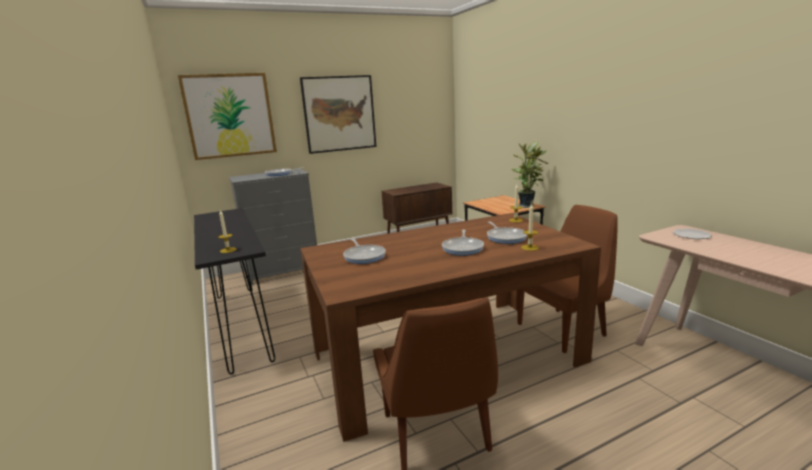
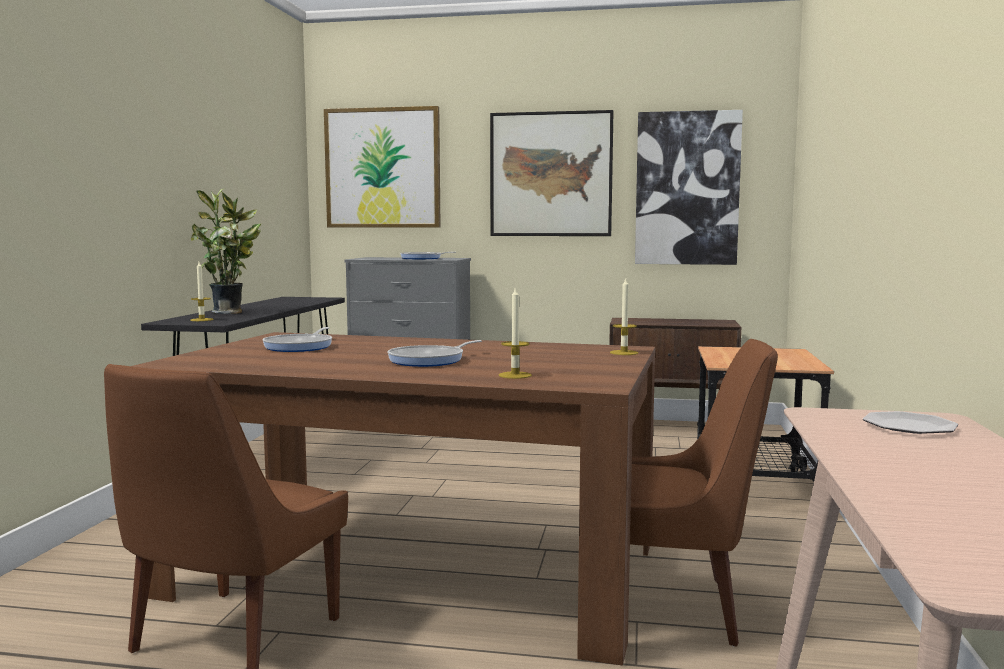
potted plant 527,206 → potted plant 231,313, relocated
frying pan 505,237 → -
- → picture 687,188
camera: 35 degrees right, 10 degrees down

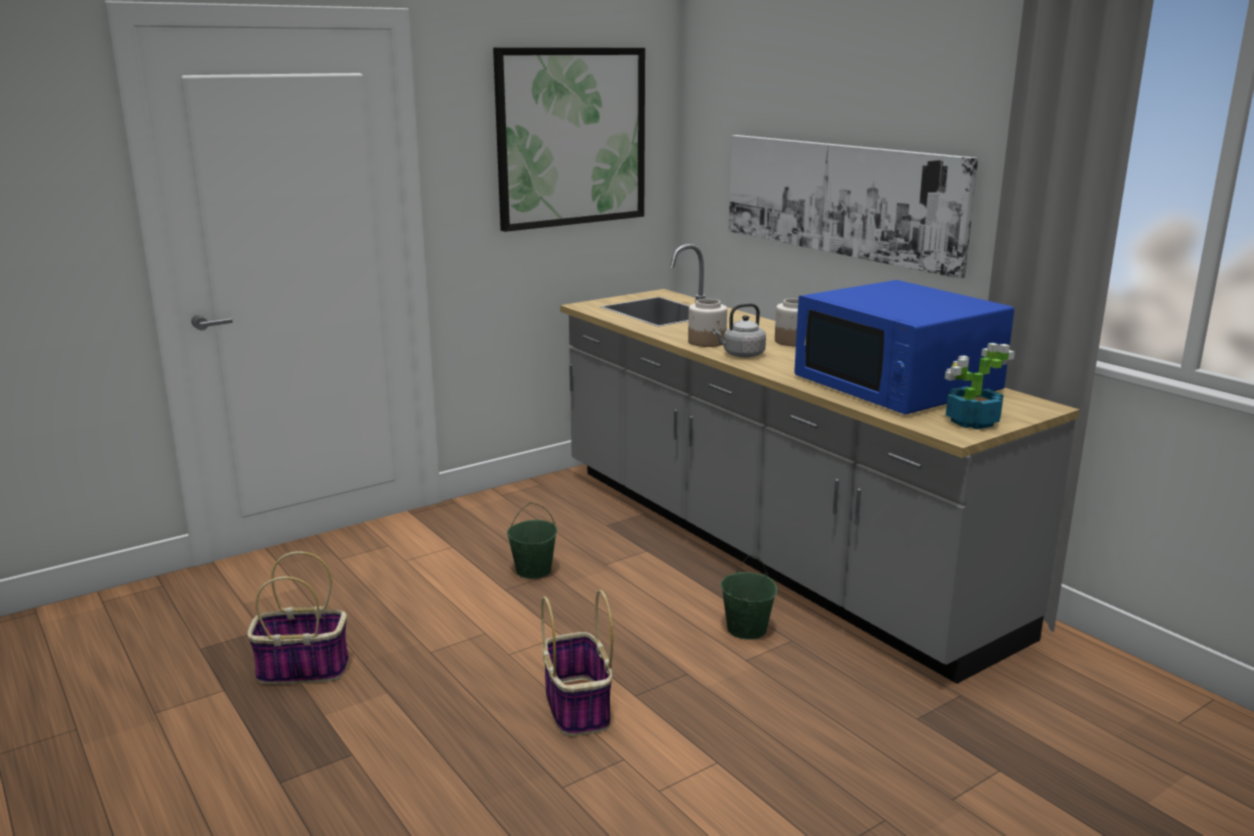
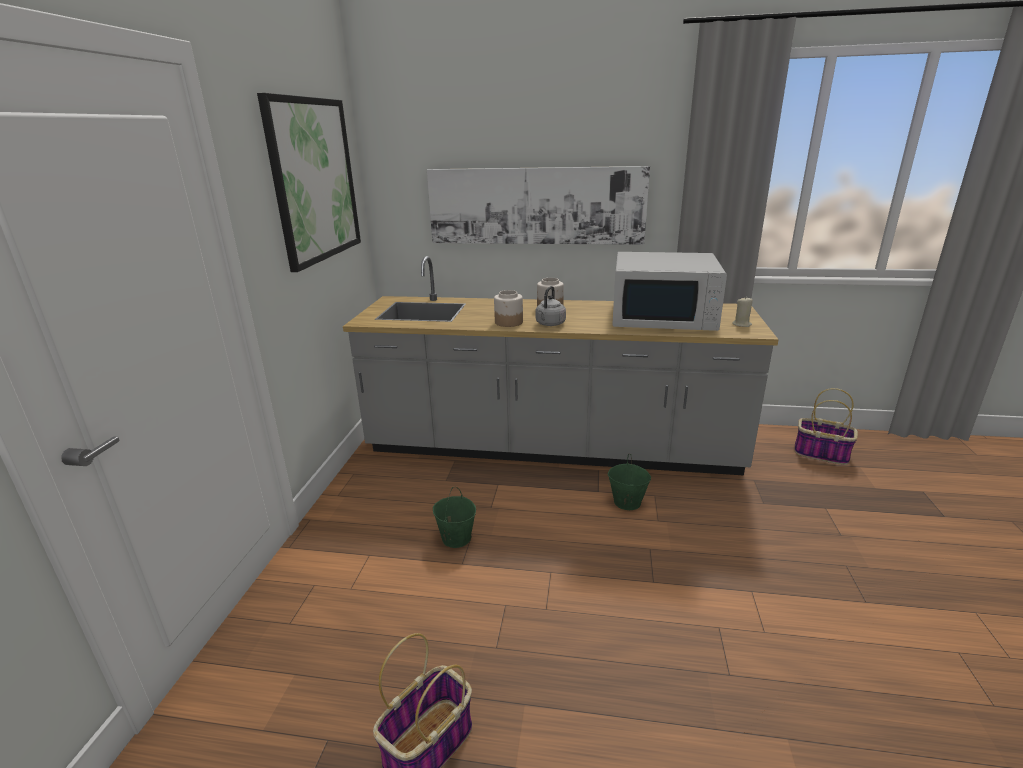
blue microwave 897,385 → white microwave 663,316
potted plant 971,422 → beige candle 741,324
basket 576,706 → basket 820,454, relocated
camera: 45 degrees left, 5 degrees up

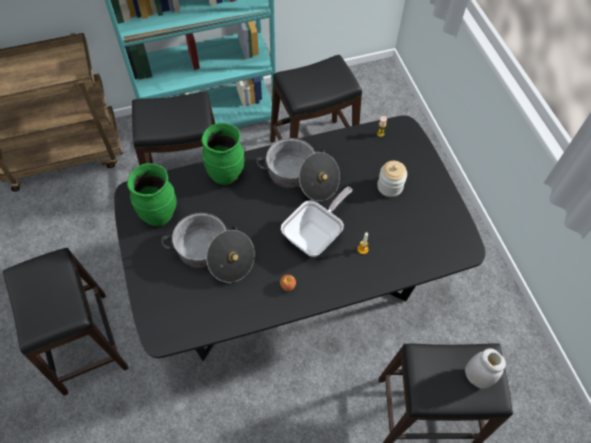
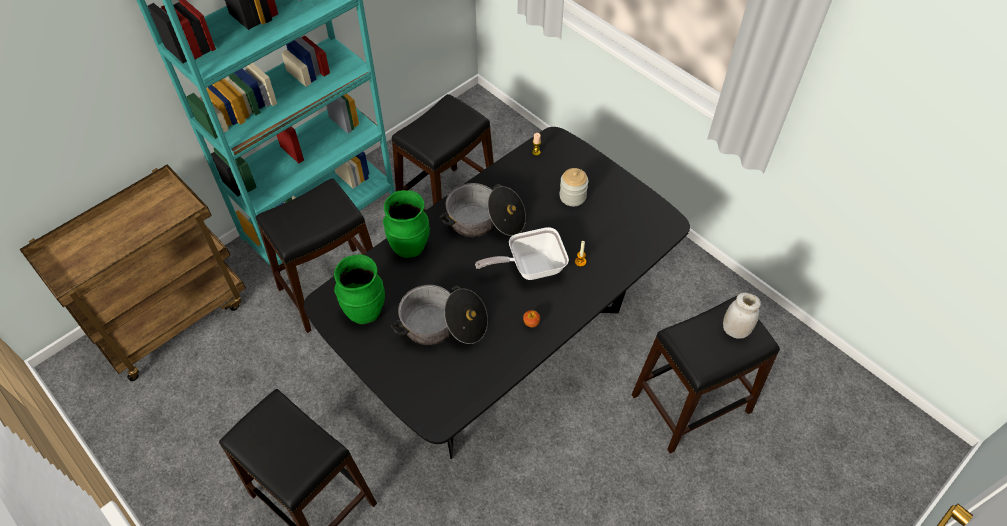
frying pan 316,235 → frying pan 530,267, 120 degrees counterclockwise
camera: 25 degrees left, 5 degrees down

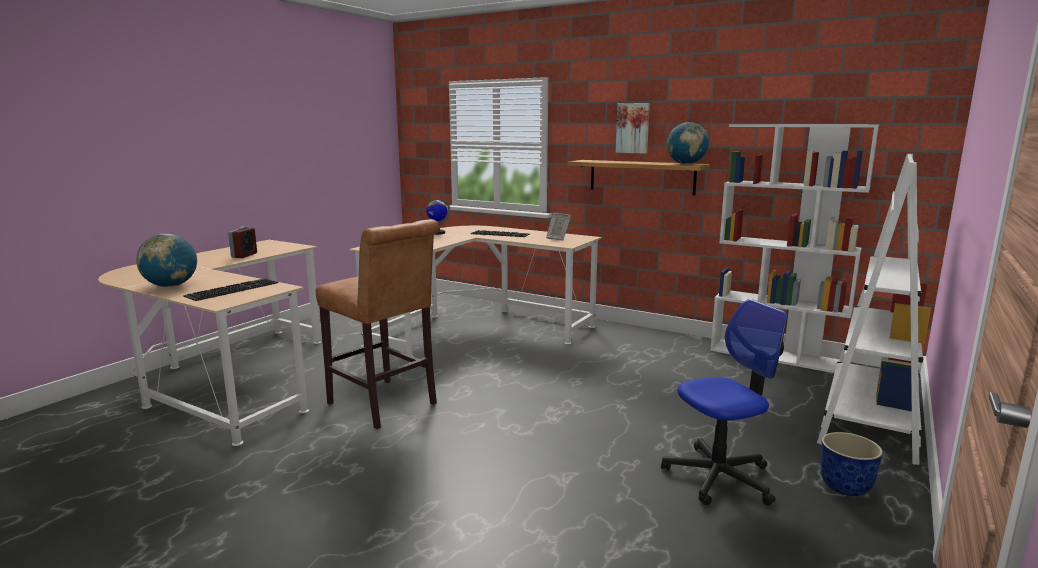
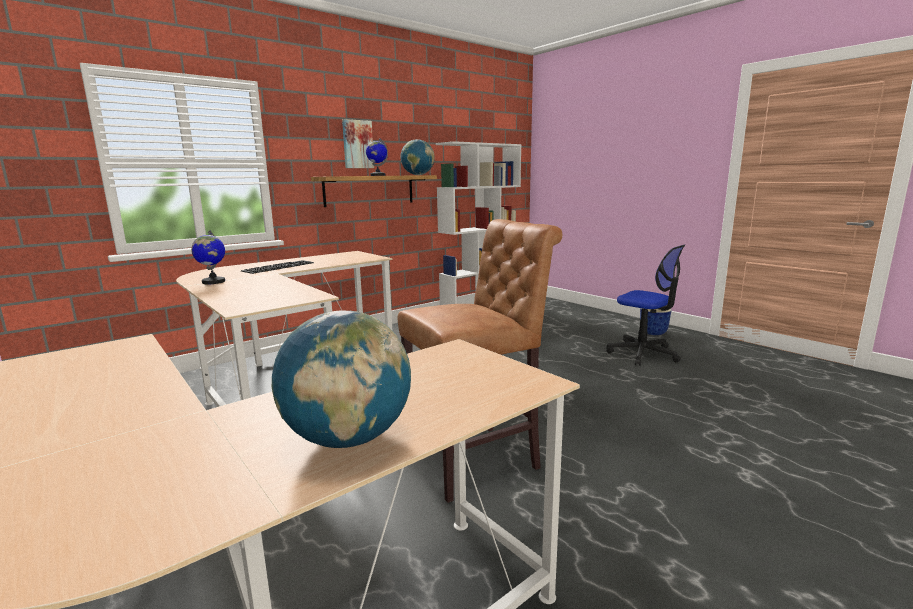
white bookcase 869,419 → -
picture frame 557,238 → -
alarm clock 244,255 → -
keyboard 232,289 → -
office chair 719,477 → office chair 643,353, 135 degrees clockwise
- → globe 377,175
camera: 70 degrees left, 0 degrees up

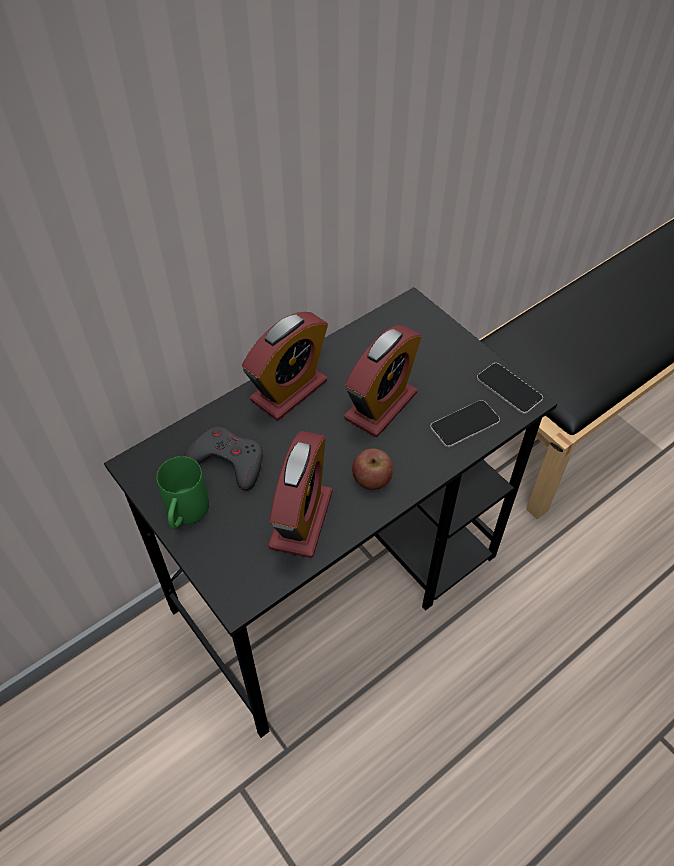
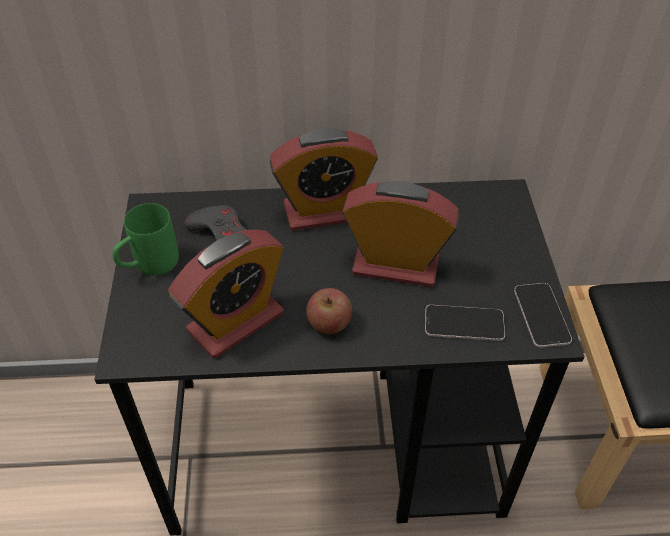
alarm clock 380,406 → alarm clock 395,265, 150 degrees counterclockwise
camera: 35 degrees right, 5 degrees down

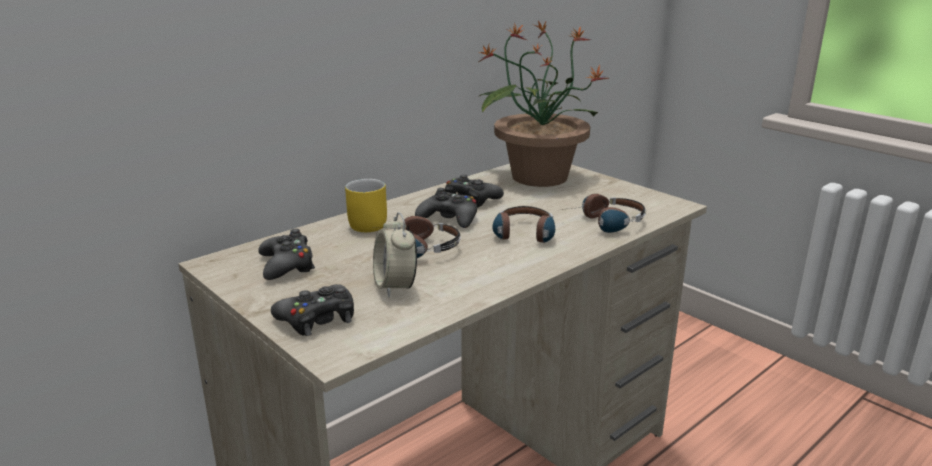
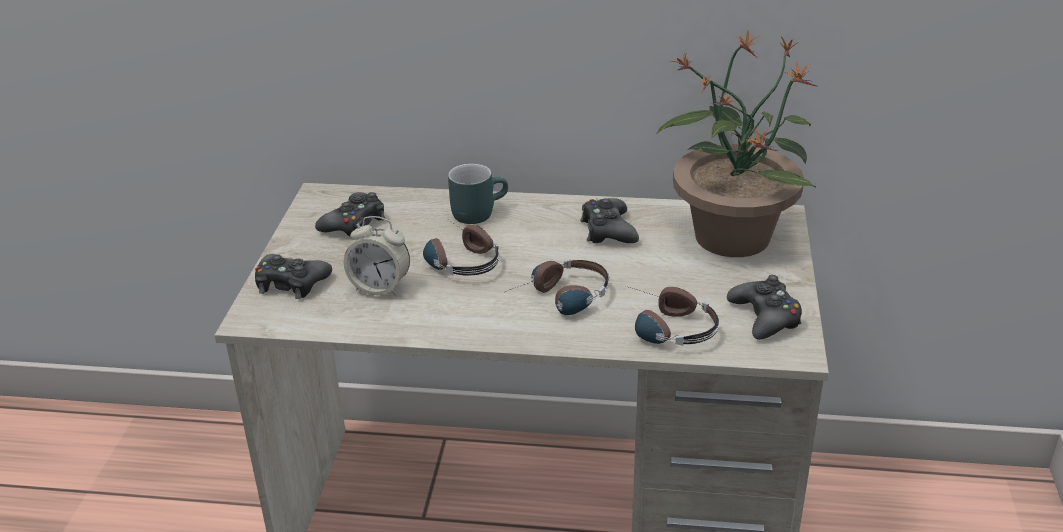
yellow mug 367,223 → turquoise mug 477,212
black game controller 449,218 → black game controller 765,317, relocated
alarm clock 395,287 → alarm clock 380,287, 105 degrees counterclockwise
camera: 50 degrees right, 10 degrees up

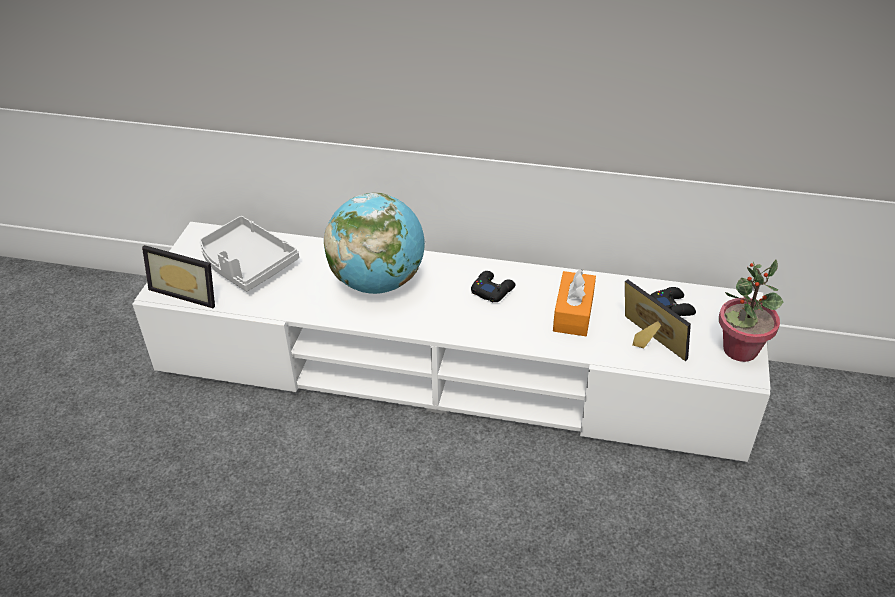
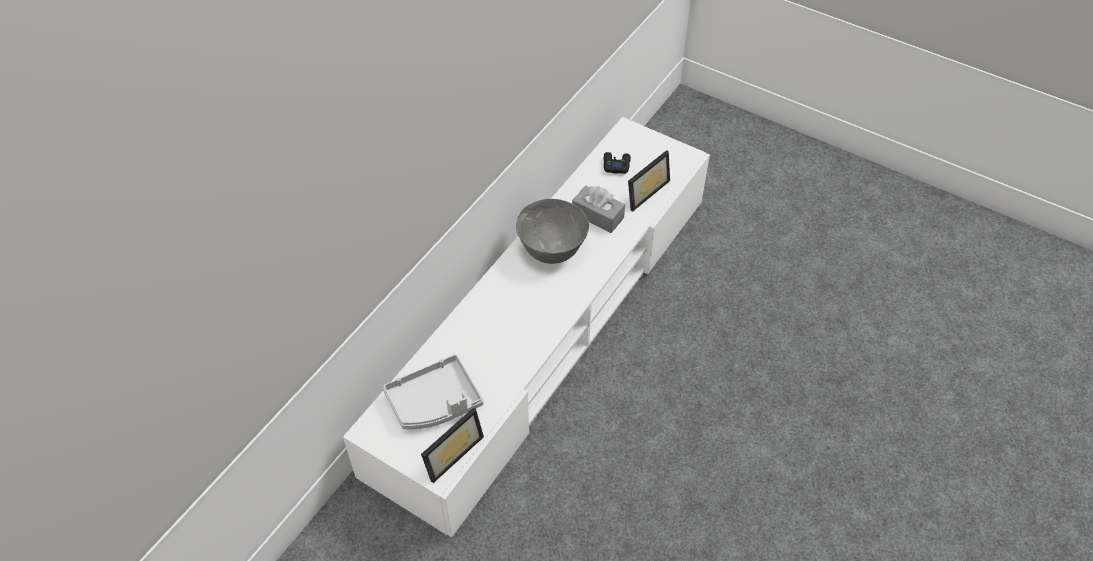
globe 378,282 → -
potted plant 739,349 → -
orange tissue box 573,313 → grey tissue box 597,216
black game controller 492,290 → grey bowl 551,251
picture frame 646,343 → picture frame 643,190, 150 degrees clockwise
camera: 70 degrees left, 10 degrees up

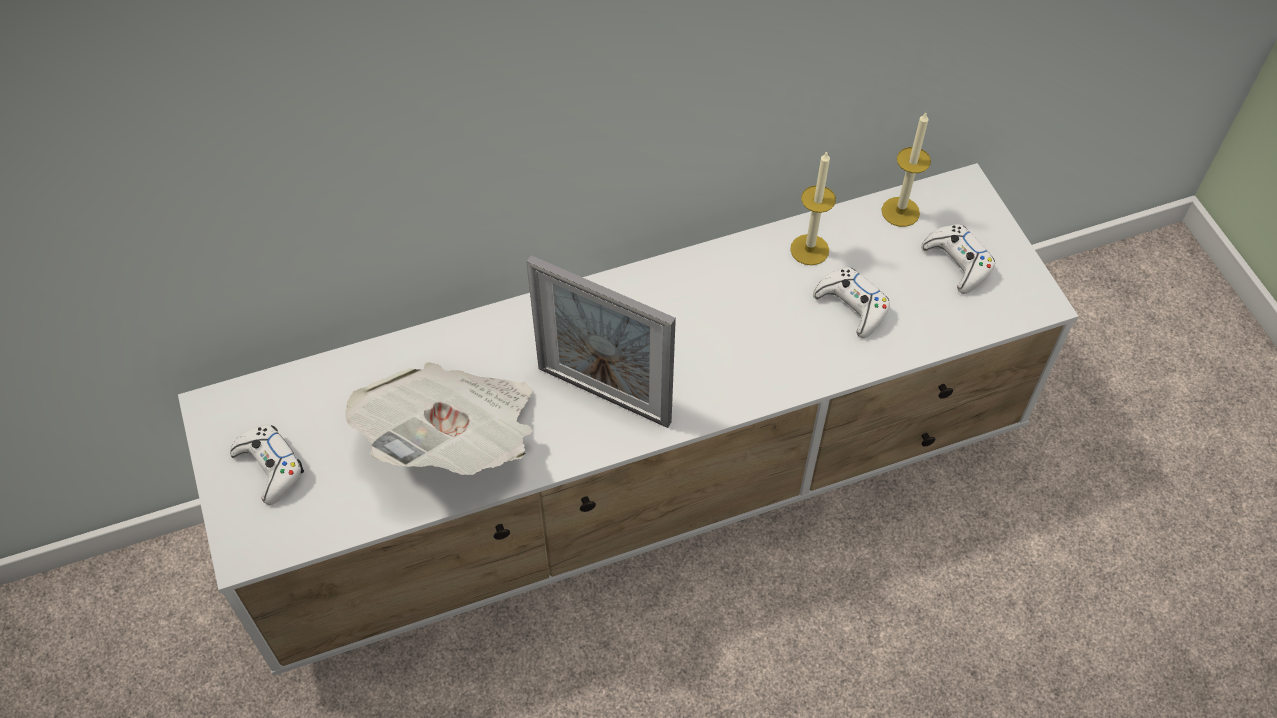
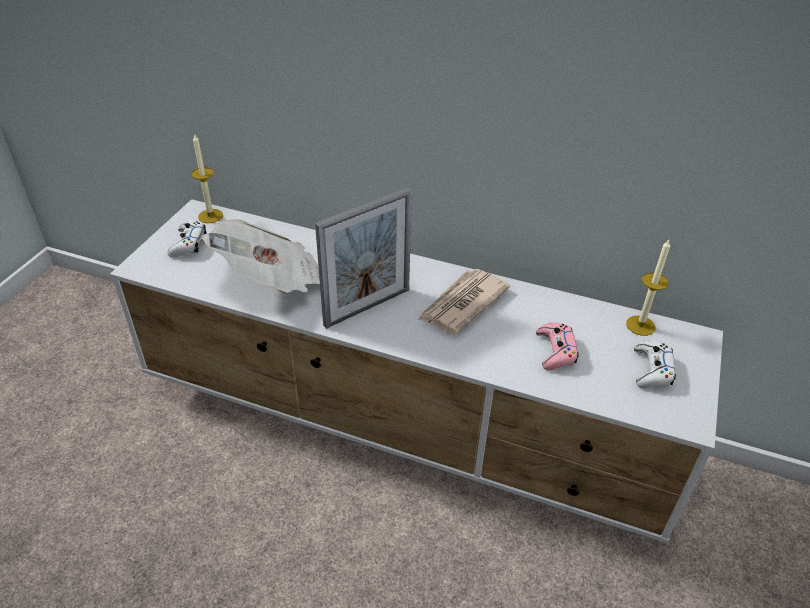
candle 809,249 → candle 210,216, relocated
picture frame 604,395 → picture frame 367,307, 105 degrees counterclockwise
white game controller 852,306 → pink game controller 555,351
- → newspaper 462,304
camera: 40 degrees right, 15 degrees down

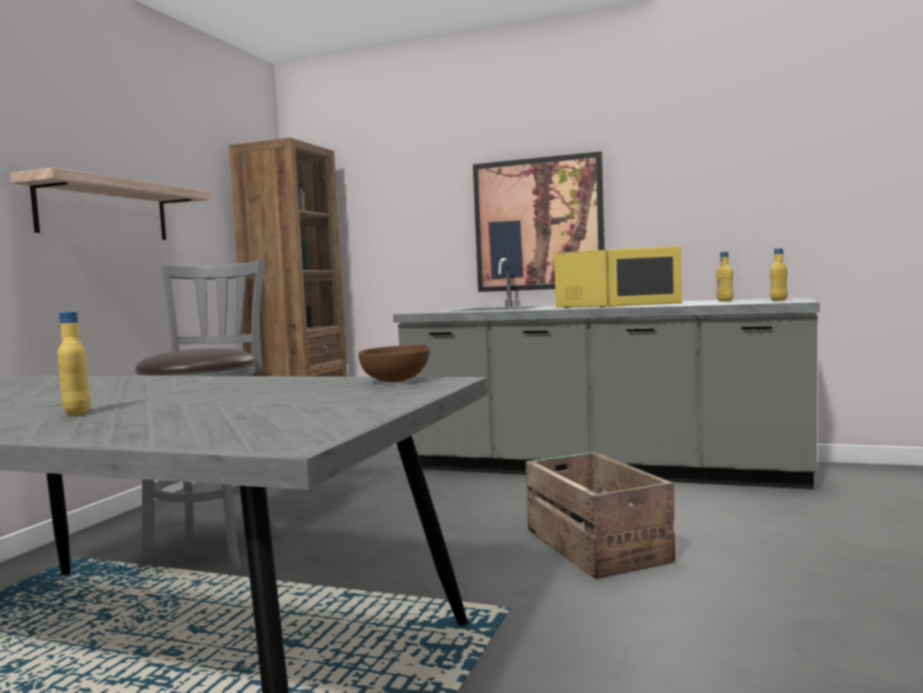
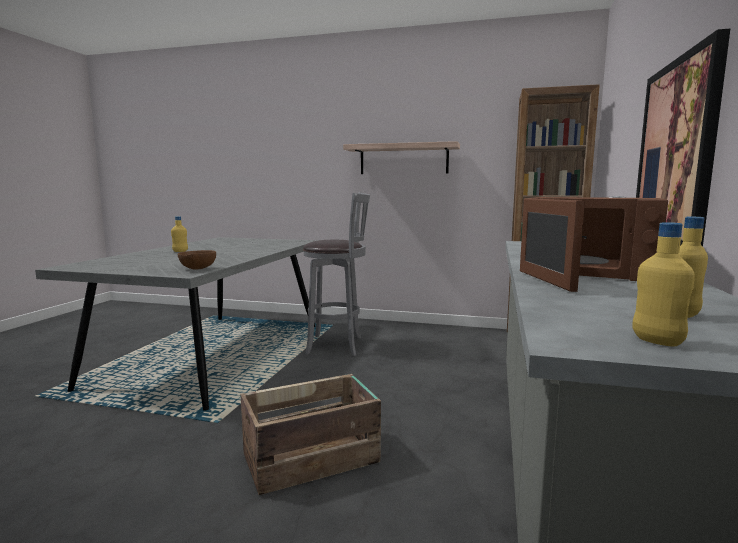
yellow microwave 603,305 → brown microwave 584,272
camera: 85 degrees right, 5 degrees up

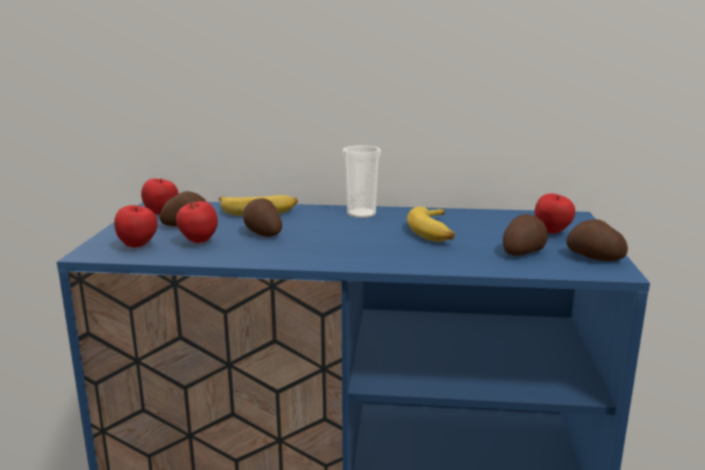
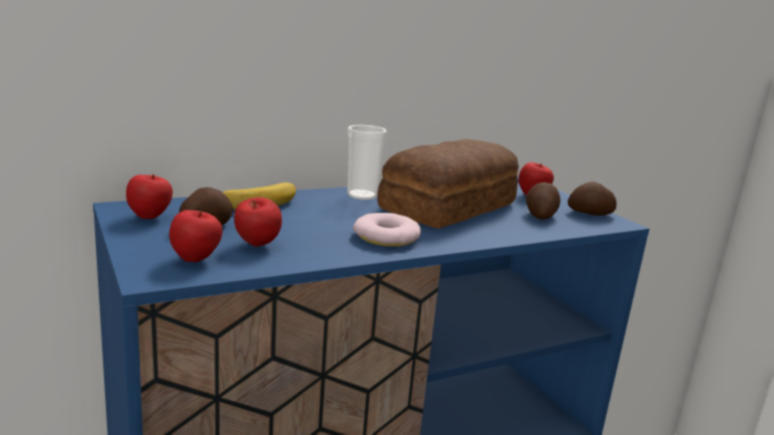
potato 262,233 → -
banana 435,232 → bread 452,206
- → donut 386,237
camera: 35 degrees left, 0 degrees up

